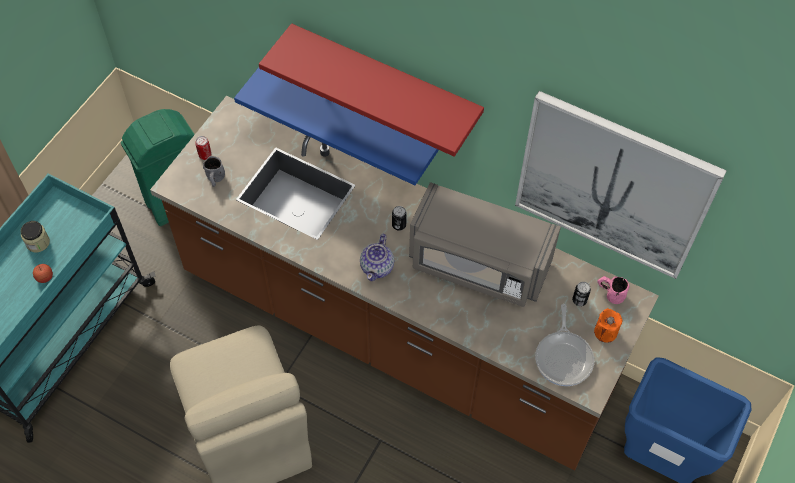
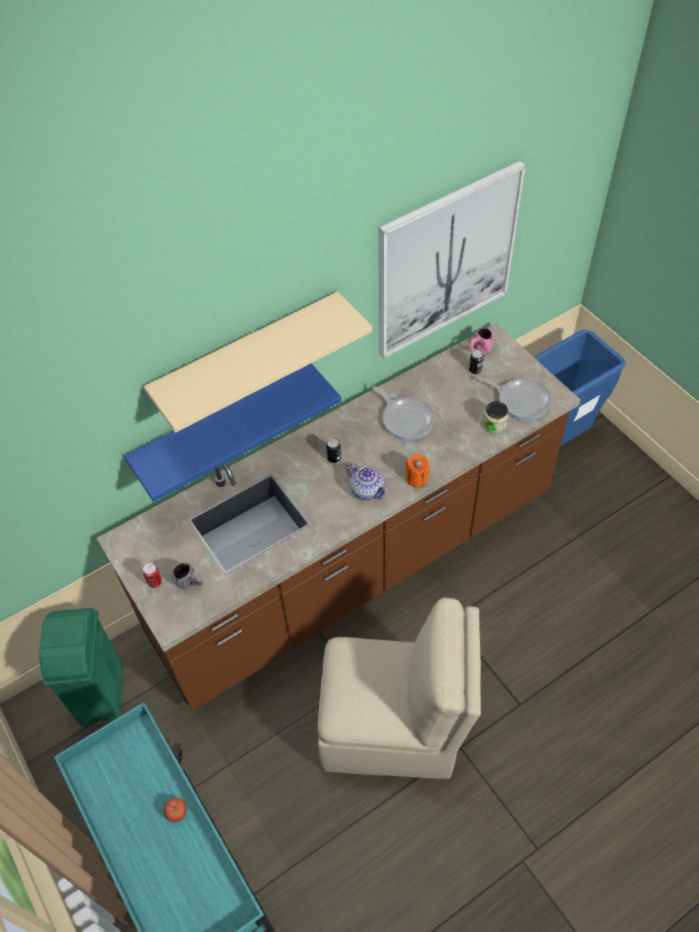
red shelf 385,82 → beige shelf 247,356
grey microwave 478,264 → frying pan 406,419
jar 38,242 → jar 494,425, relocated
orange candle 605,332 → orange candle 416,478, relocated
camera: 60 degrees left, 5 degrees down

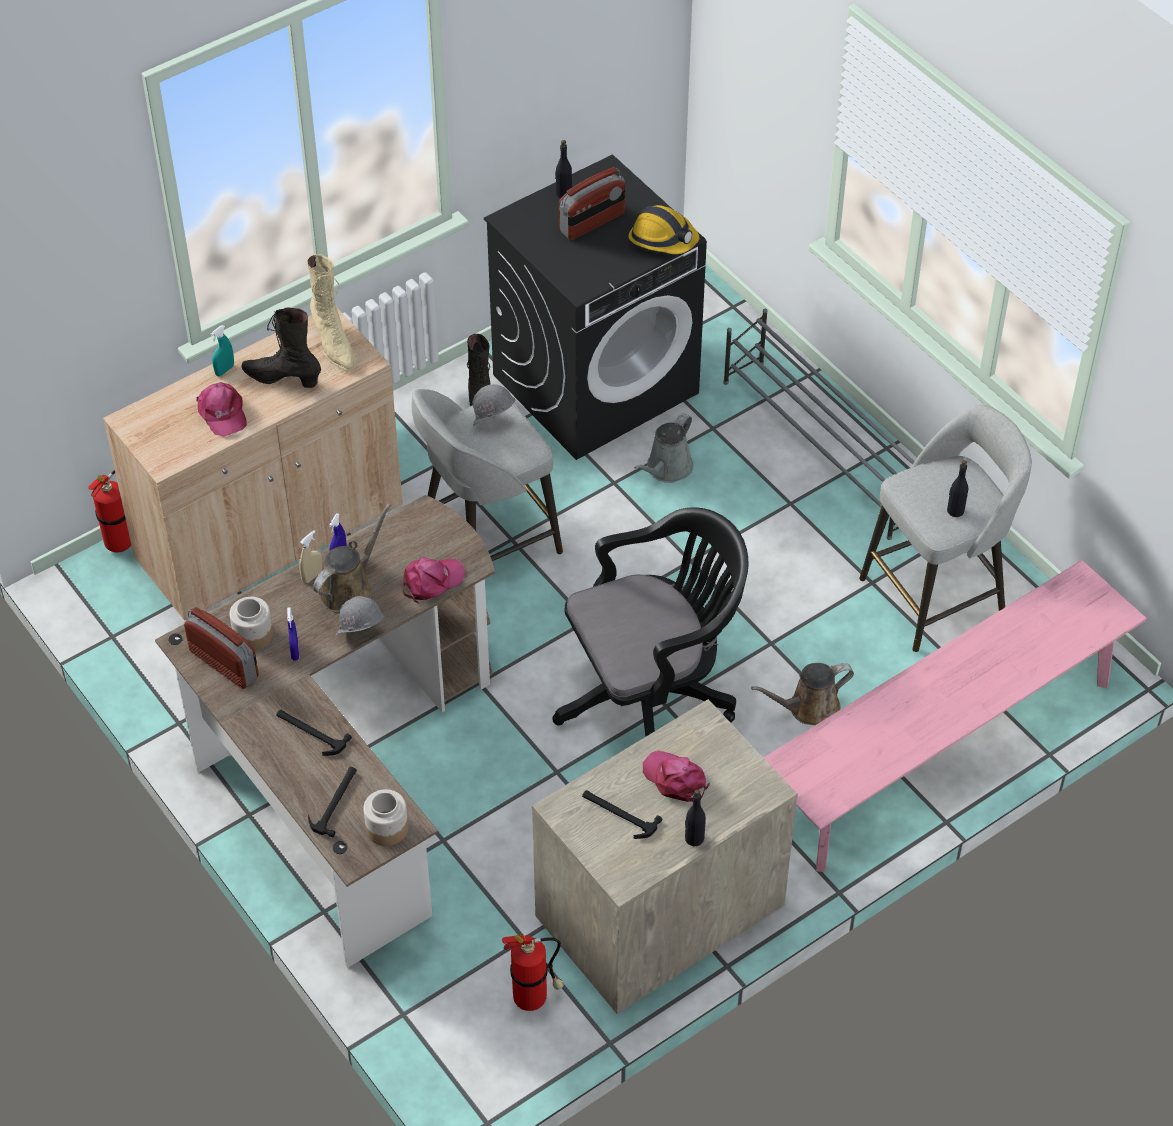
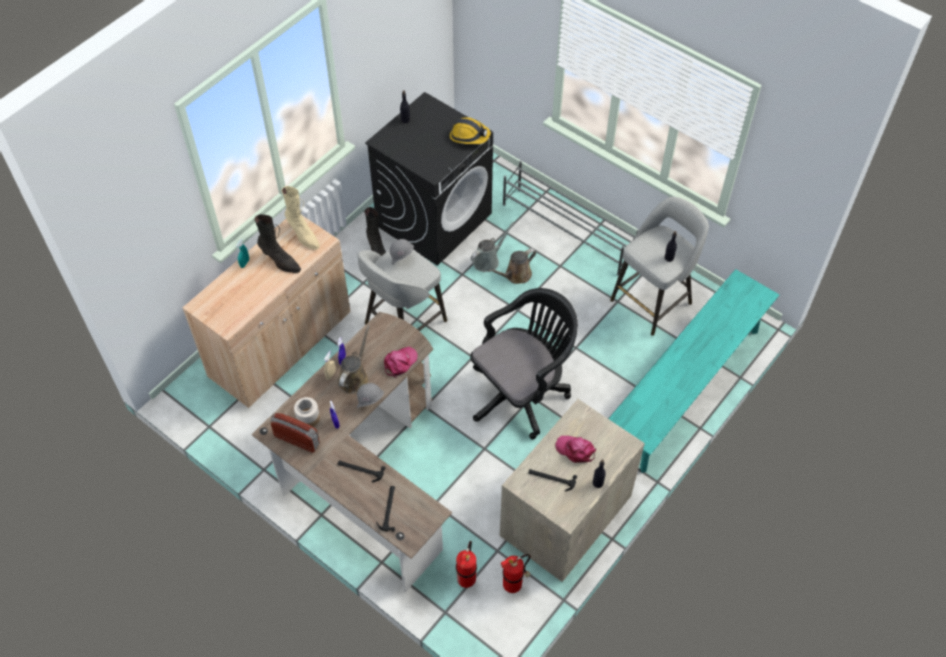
radio 592,223 → -
black boot 282,378 → black boot 280,261, 150 degrees counterclockwise
pink cap 222,413 → -
grey watering can 667,469 → grey watering can 488,260, 150 degrees counterclockwise
fire extinguisher 121,542 → fire extinguisher 467,578, relocated
pink bench 944,751 → turquoise bench 685,388
brown watering can 809,708 → brown watering can 516,275, relocated
jar 386,829 → -
camera: 15 degrees left, 5 degrees up

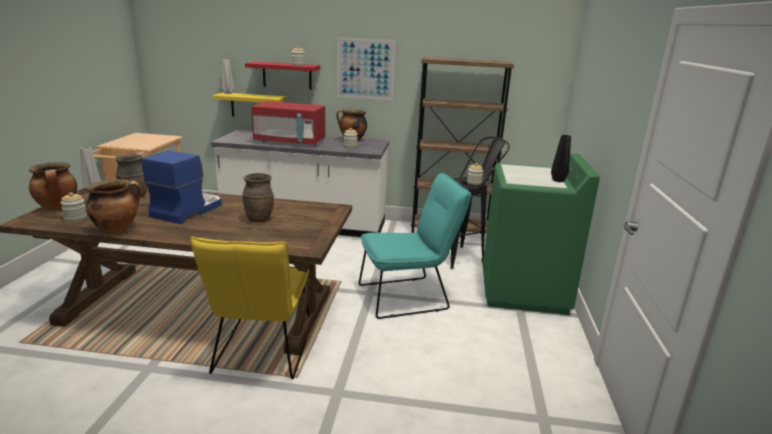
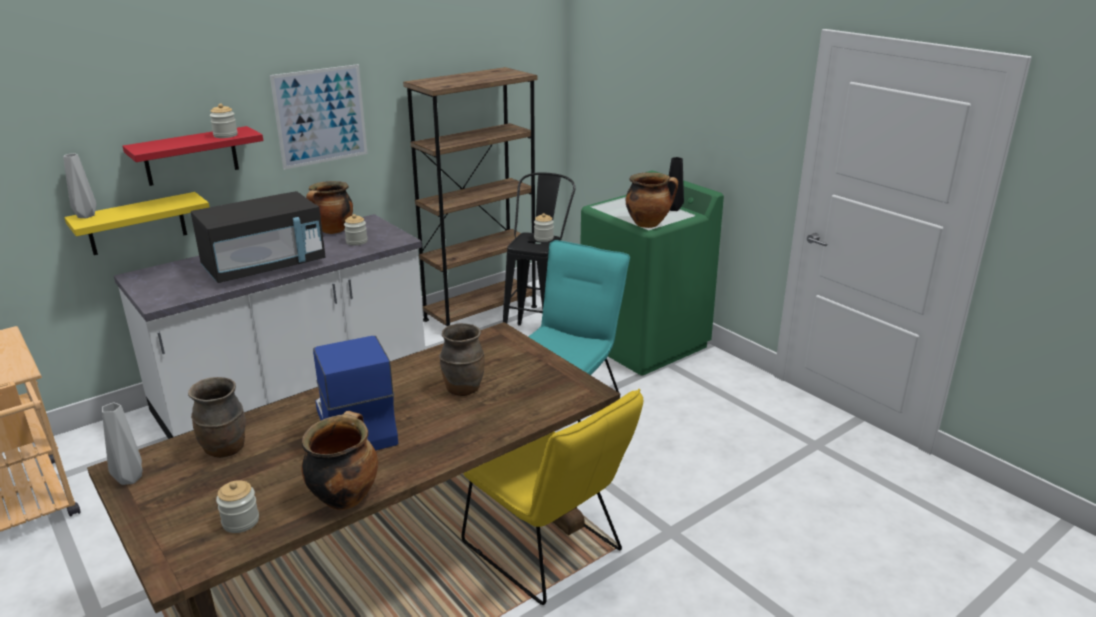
red microwave 290,142 → black microwave 265,266
cooking pot 58,208 → cooking pot 648,224, relocated
camera: 45 degrees left, 5 degrees up

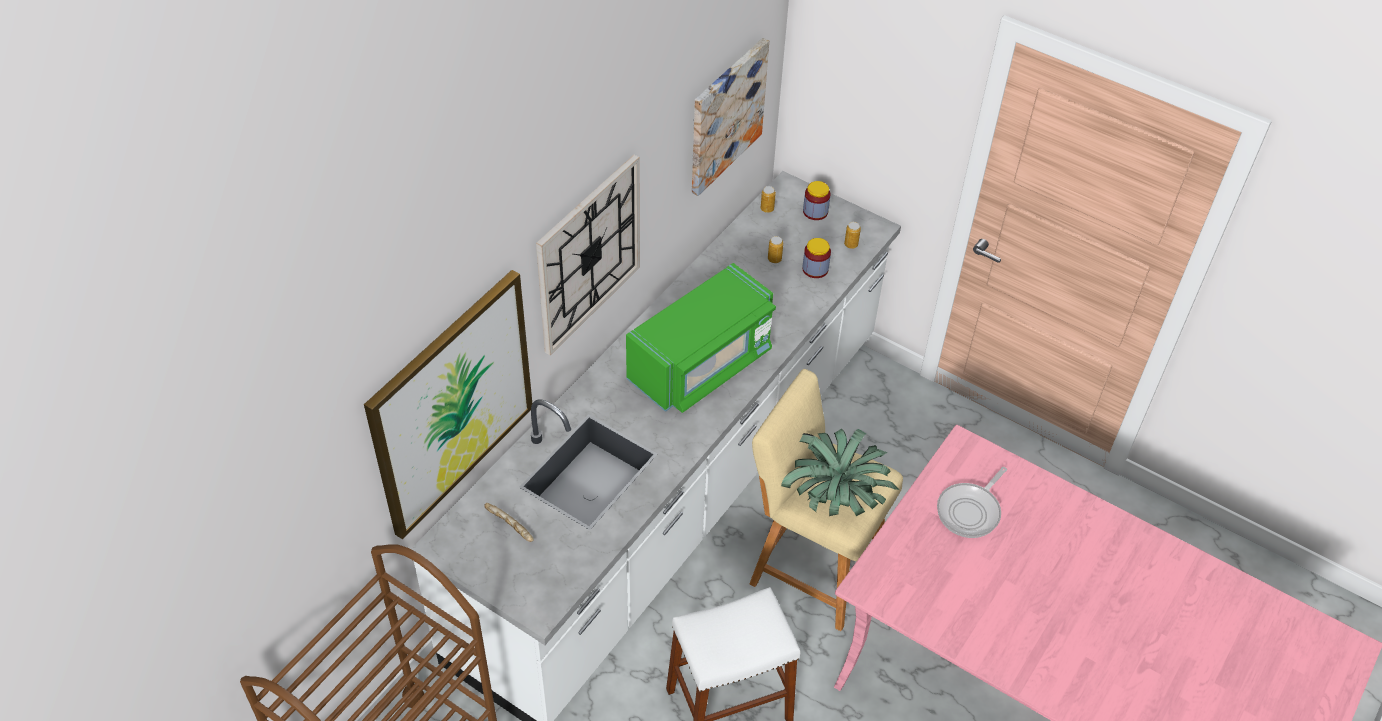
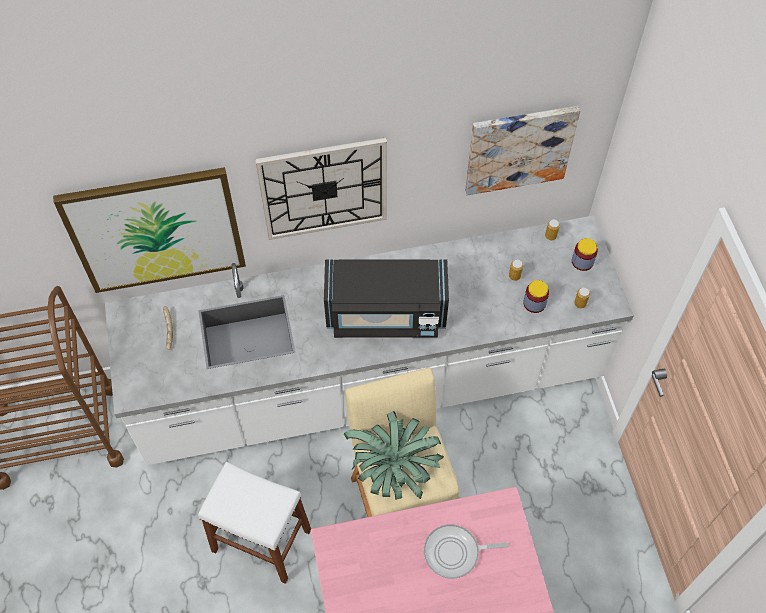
green microwave 701,364 → black microwave 385,314
camera: 45 degrees right, 10 degrees up

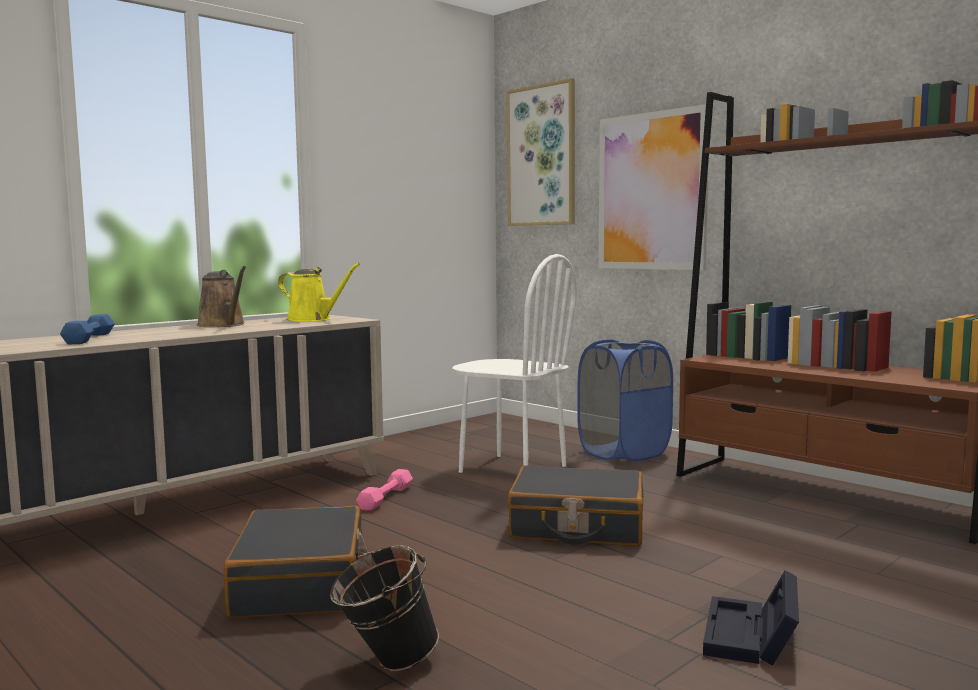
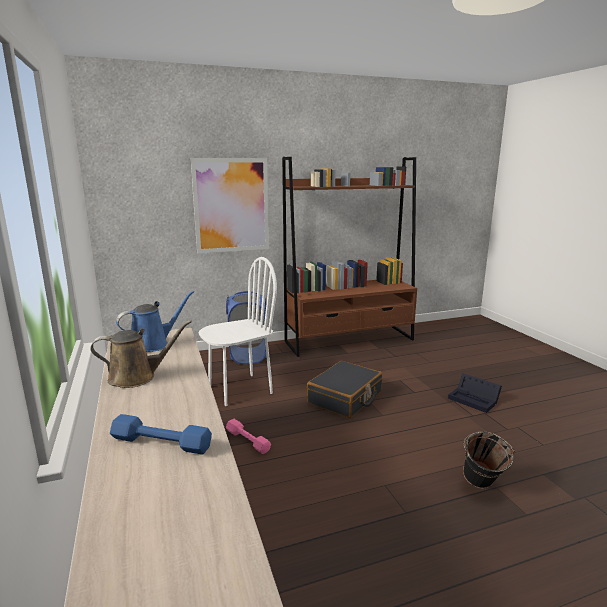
picture 542,156 → -
yellow watering can 312,319 → blue watering can 153,344
black suitcase 302,584 → -
camera: 65 degrees left, 10 degrees up

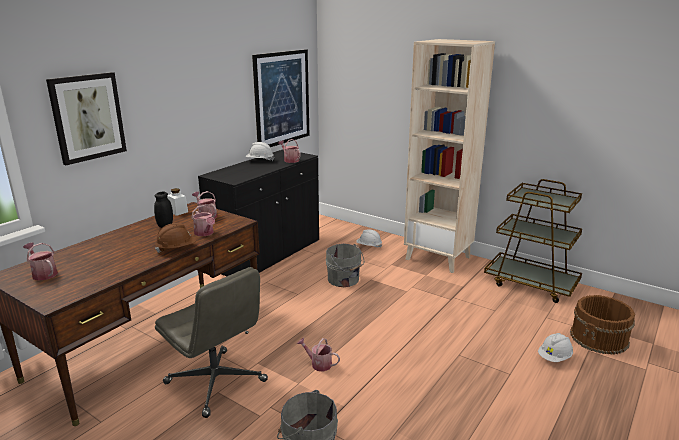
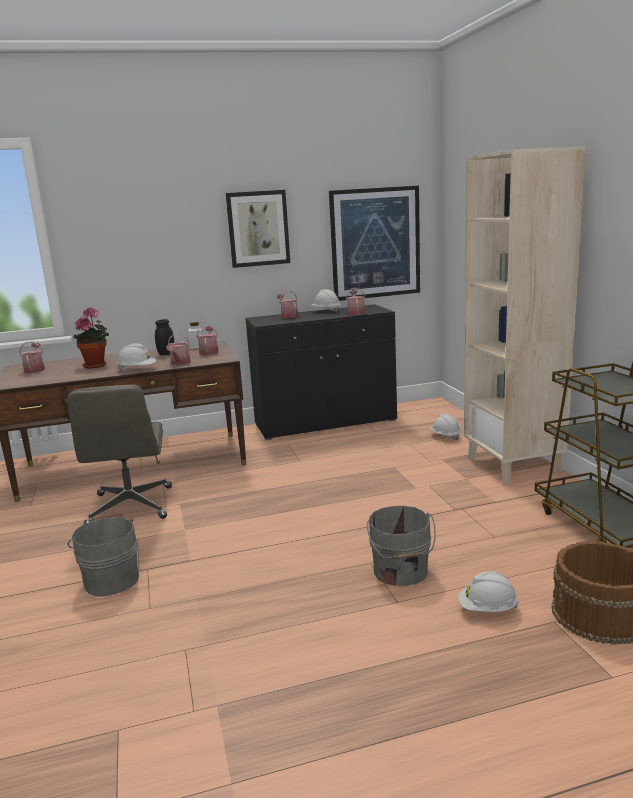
picture 87,117 → picture 258,228, relocated
brown hard hat 176,249 → white hard hat 137,369
grey bucket 344,280 → grey bucket 400,572, relocated
watering can 318,364 → watering can 288,316, relocated
- → potted plant 97,365
camera: 40 degrees right, 5 degrees down

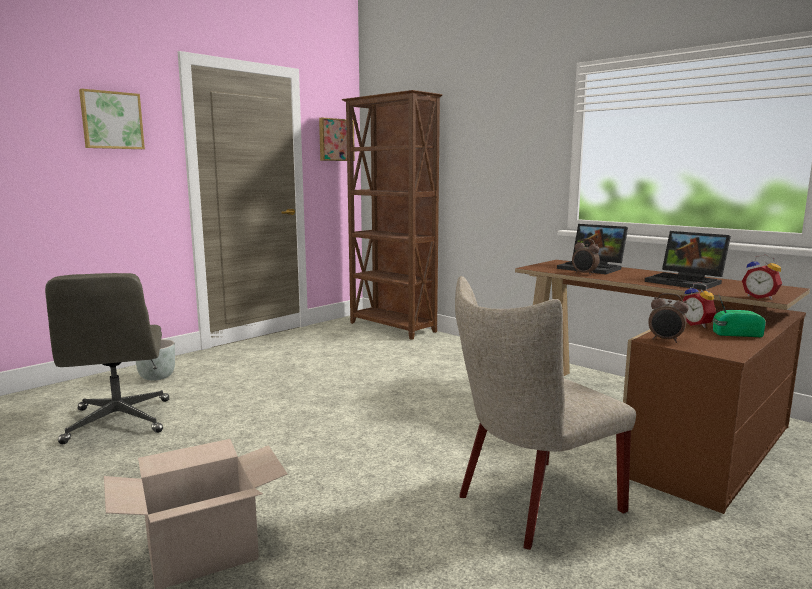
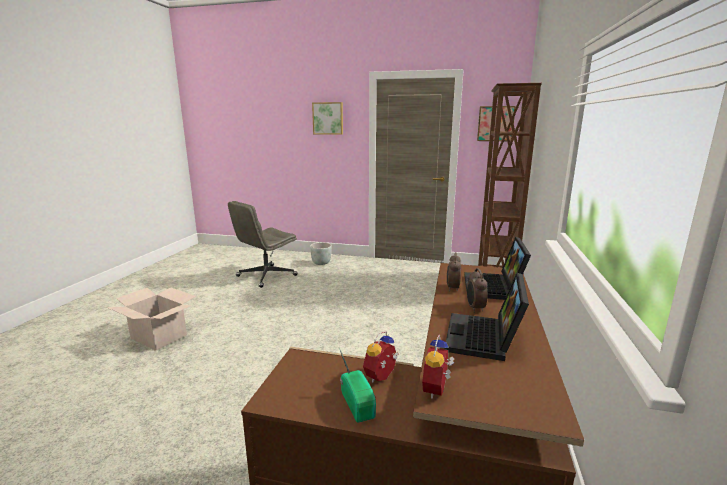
beige chair 531,505 → -
alarm clock 665,340 → alarm clock 474,308, relocated
camera: 60 degrees right, 5 degrees up

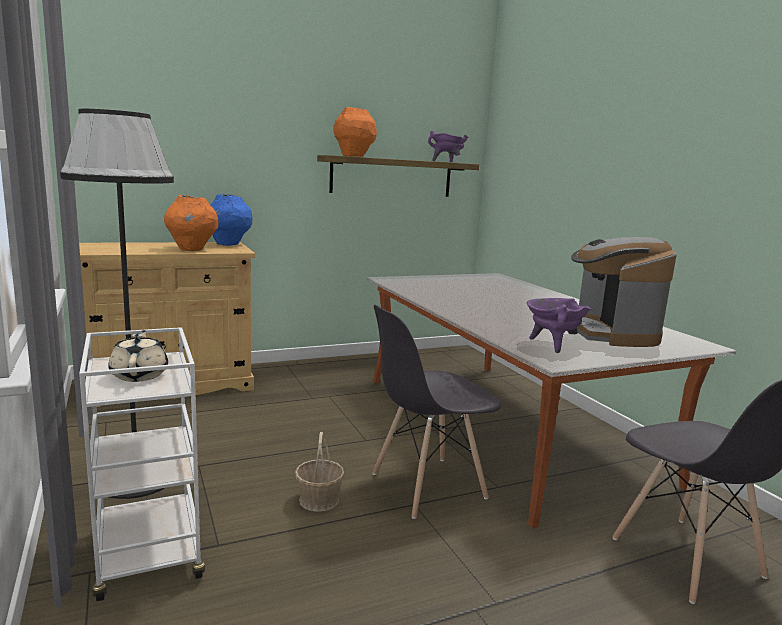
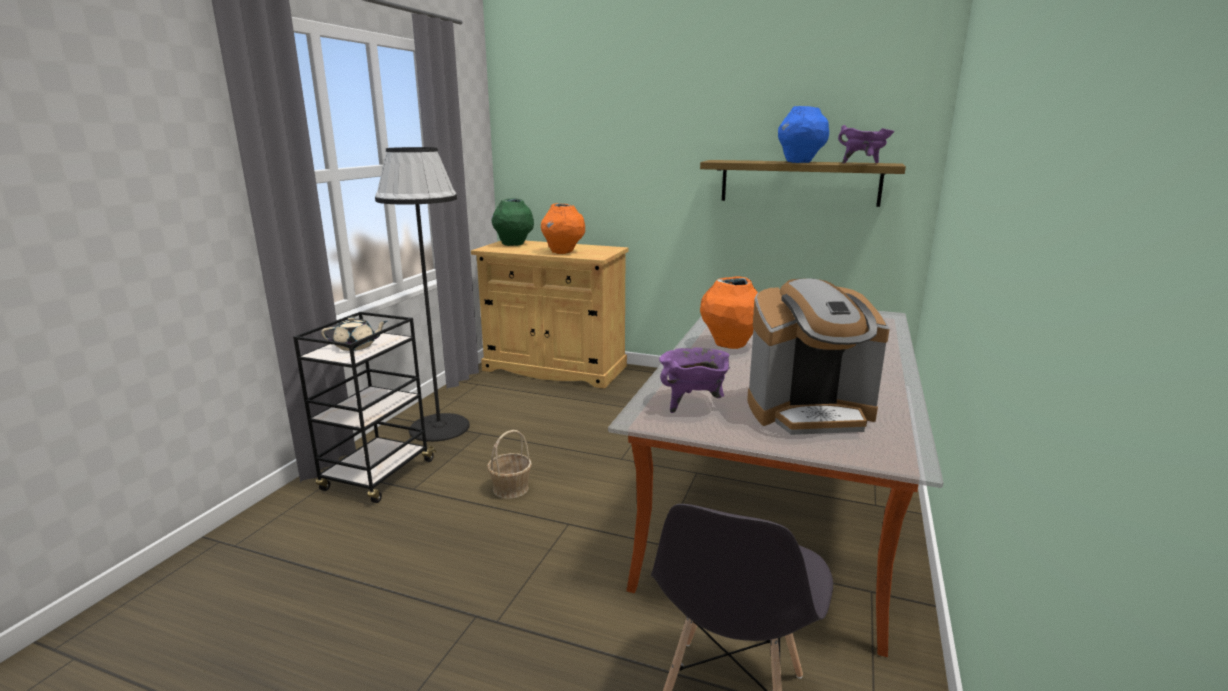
orange vase 354,156 → orange vase 730,345, relocated
blue vase 228,244 → blue vase 799,162, relocated
coffee machine 611,334 → coffee machine 809,412, 135 degrees counterclockwise
grey chair 427,486 → -
white cart 149,553 → black cart 377,476
beige teapot 140,375 → beige teapot 356,346, 45 degrees clockwise
- → green vase 514,244
camera: 45 degrees right, 5 degrees up

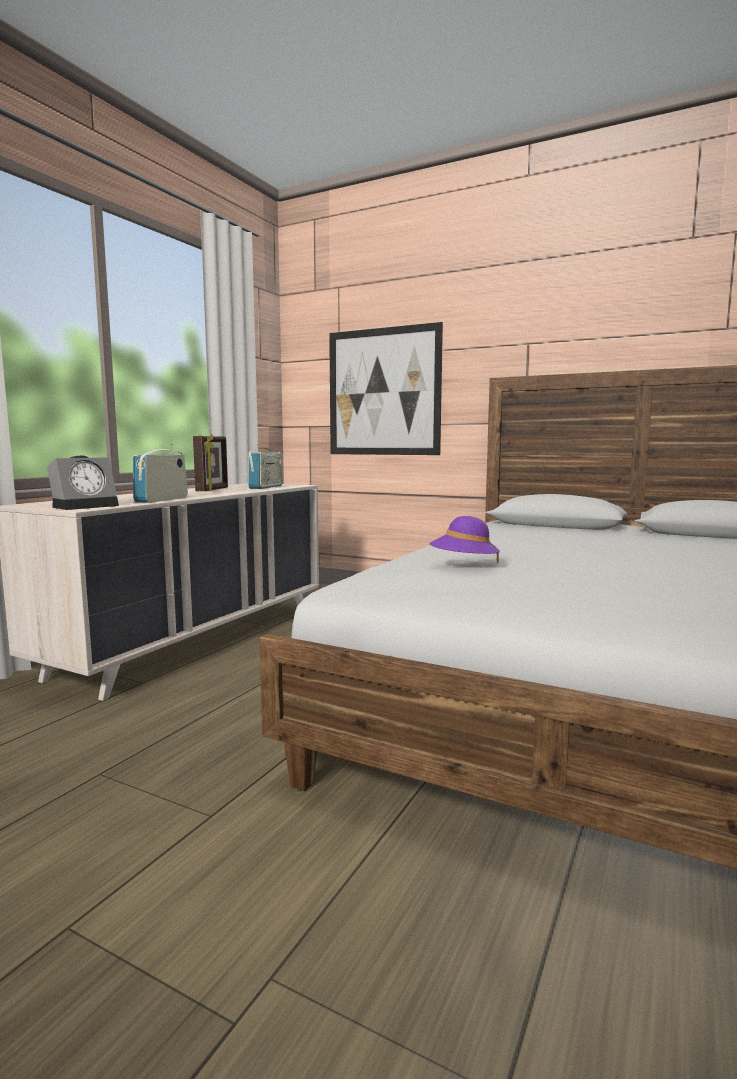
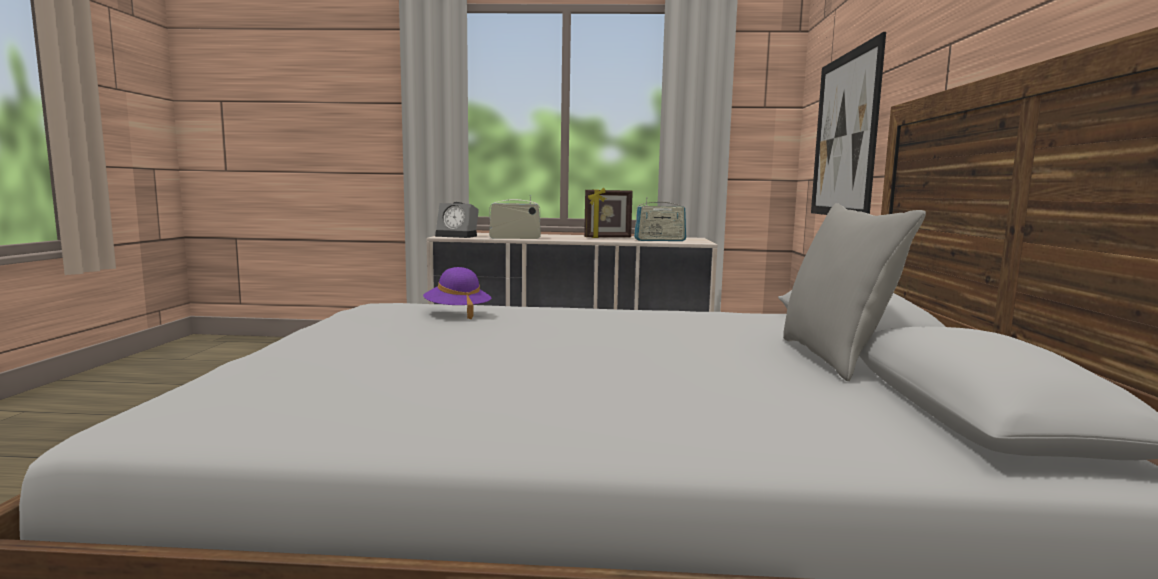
- → grey pillow 834,358
camera: 65 degrees right, 0 degrees up

